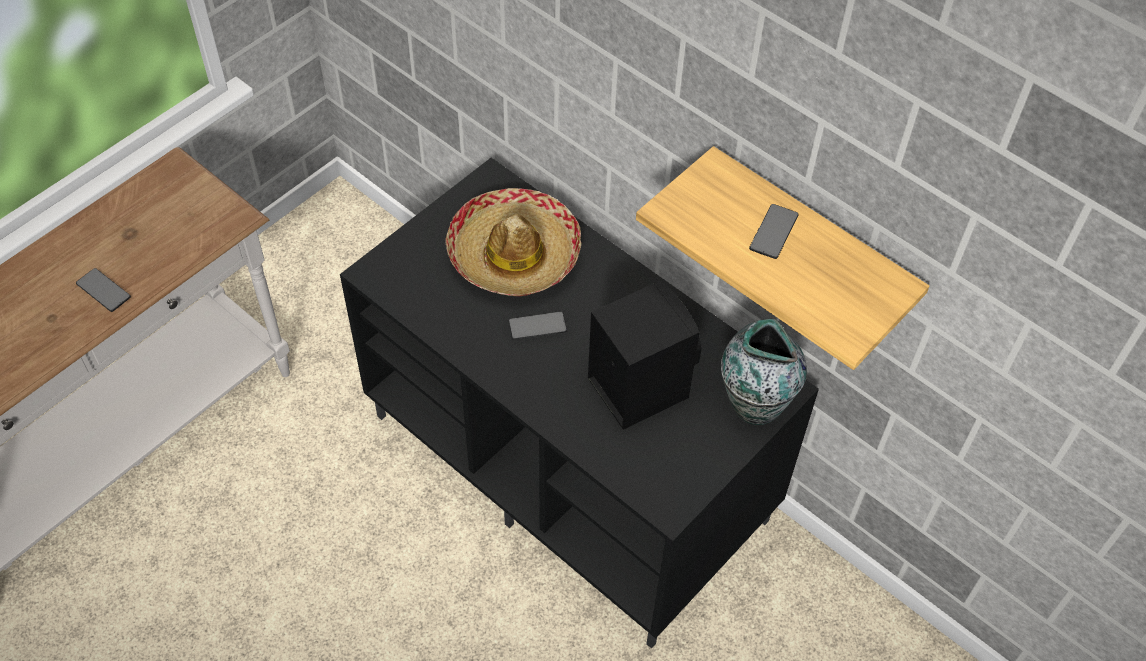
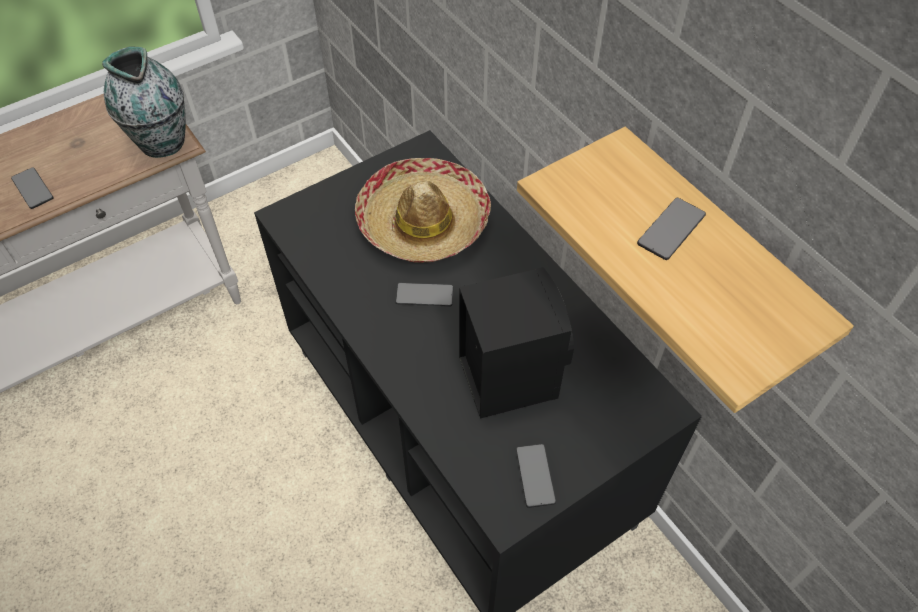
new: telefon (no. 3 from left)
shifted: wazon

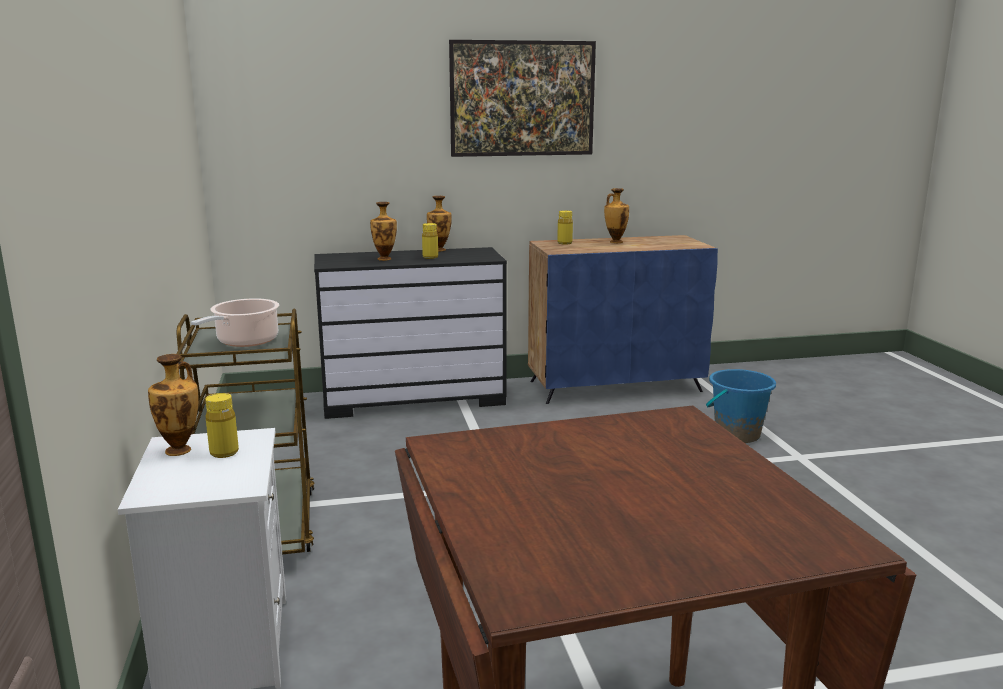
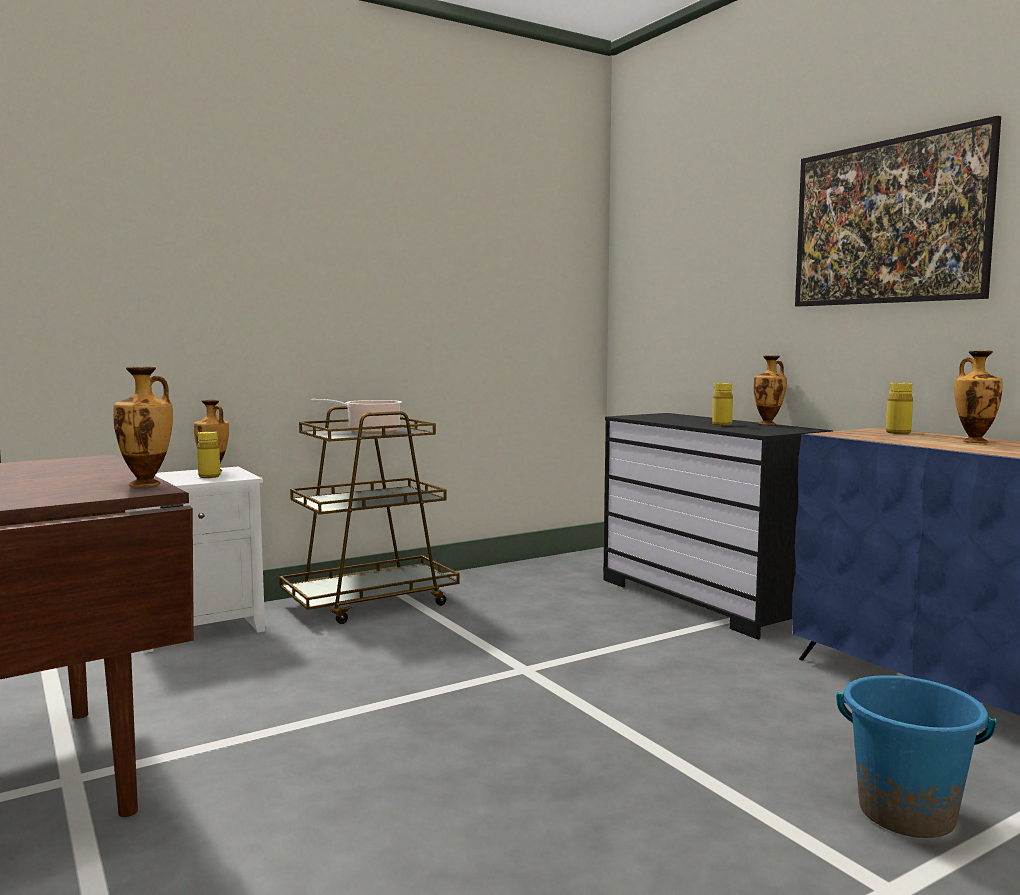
shifted: wazon (no. 2 from left in the first image) to wazon (no. 1 from left)

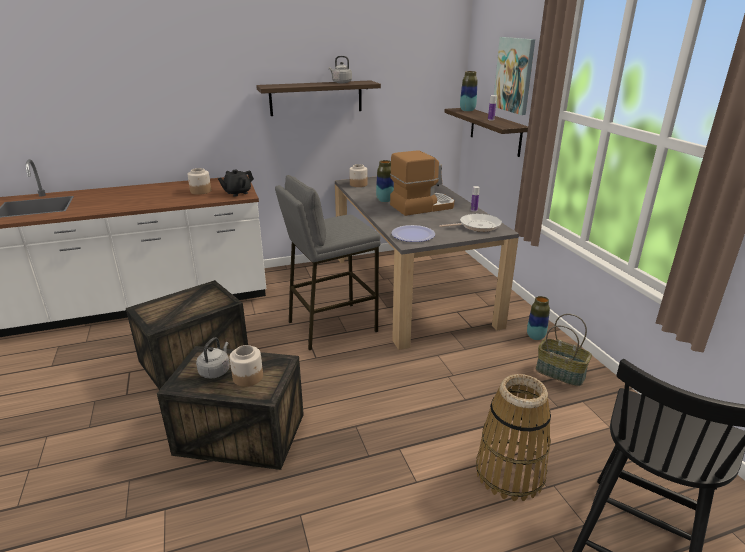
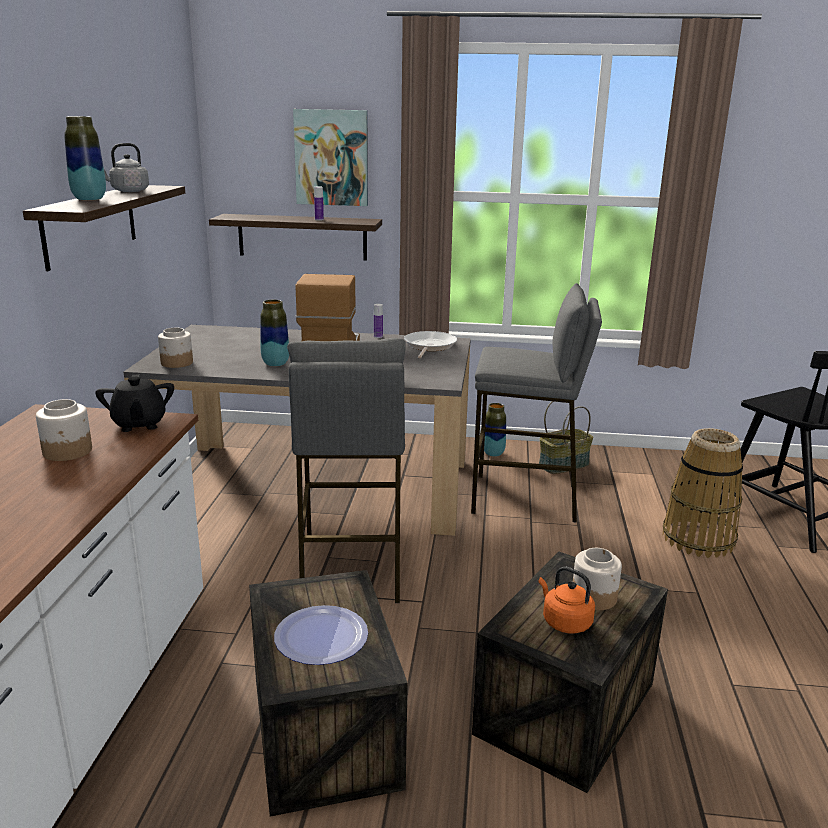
new: stołek (szary) (no. 2 from left)
shifted: talerz; wazon (no. 2 from left in the first image) to wazon (no. 1 from left)
repainted: czajnik (szary) (no. 1 from left) to czajnik (pomarańczowy)

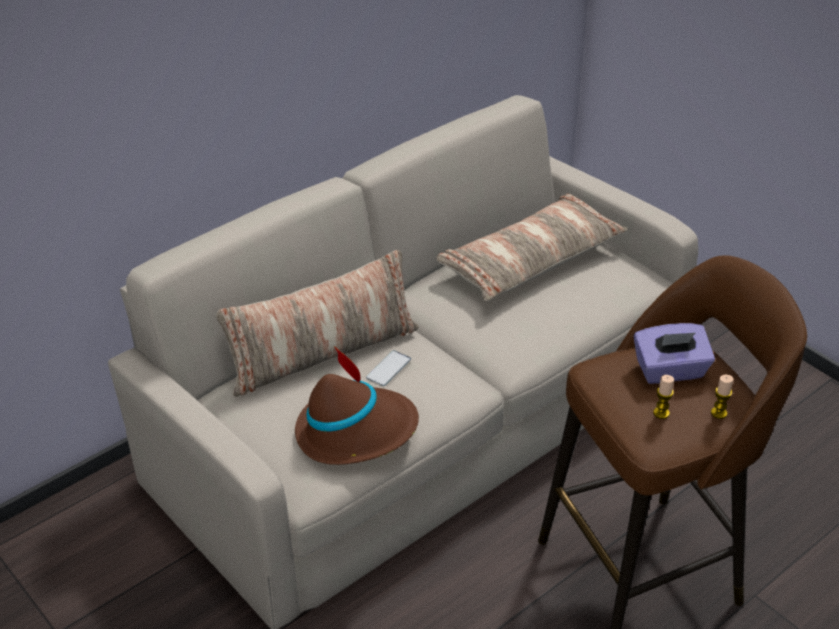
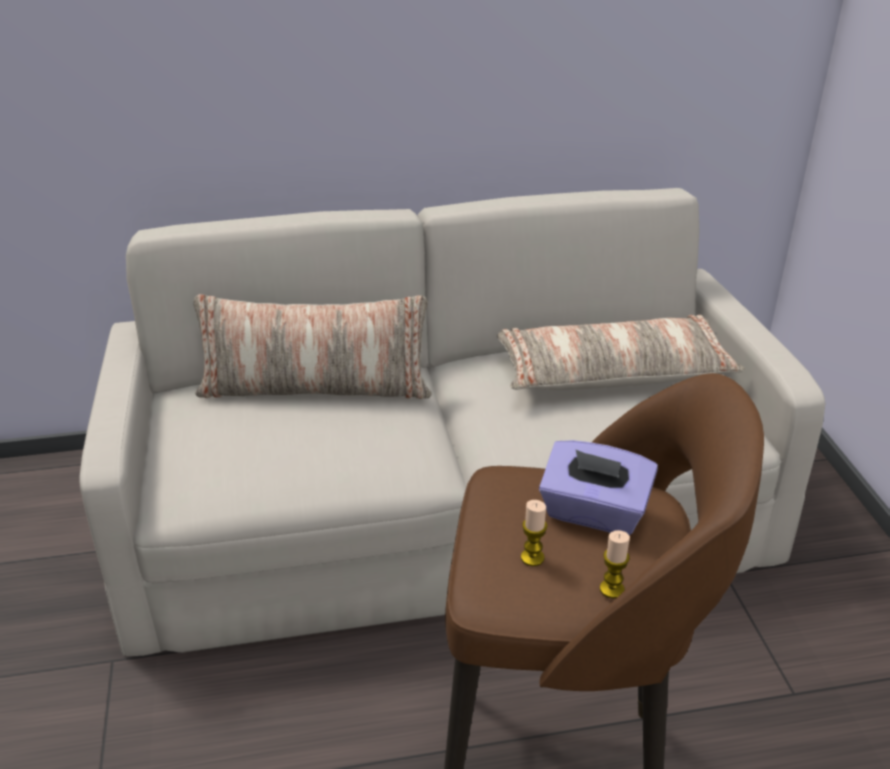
gone: kapelusz (brązowy); telefon

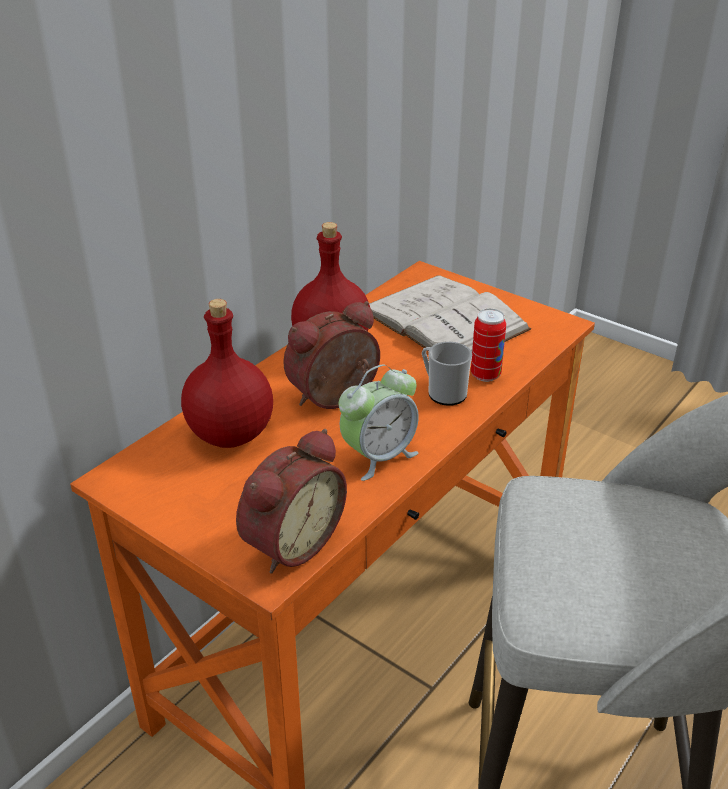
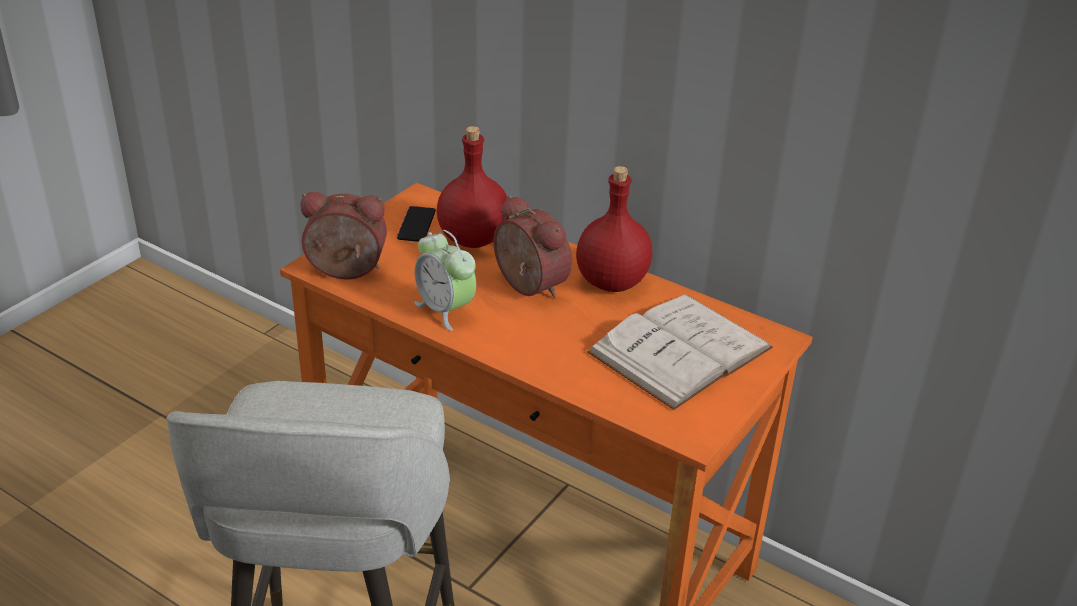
gone: kubek; puszka
new: telefon
rotated: budzik (no. 1 from left) 150 degrees clockwise

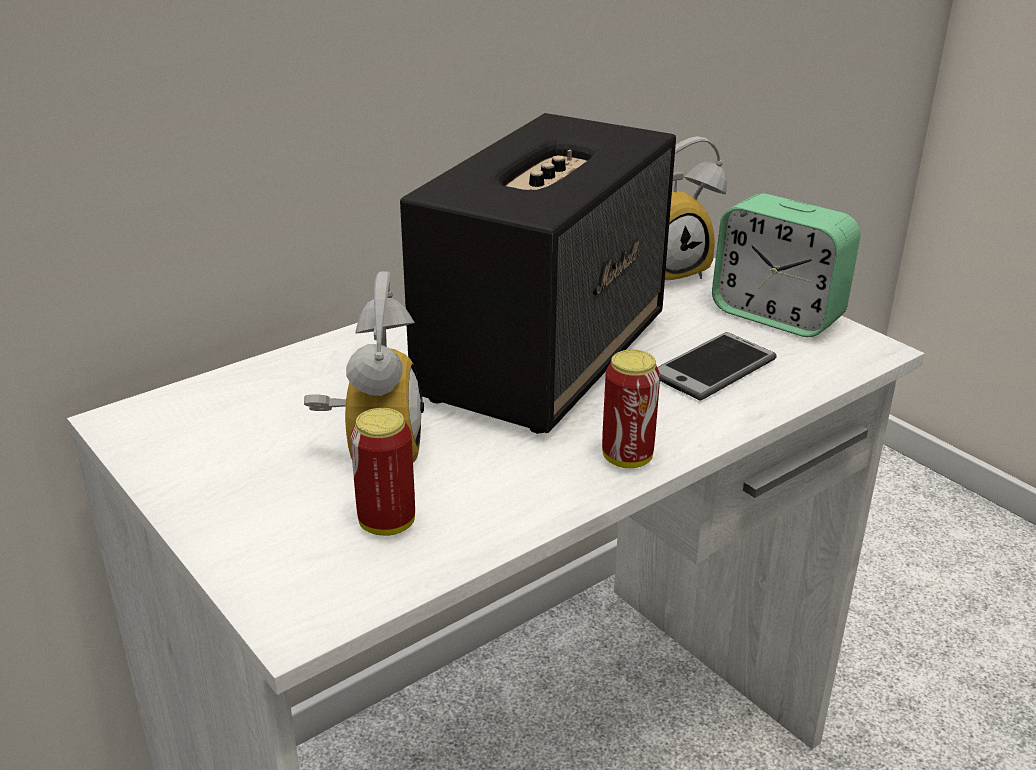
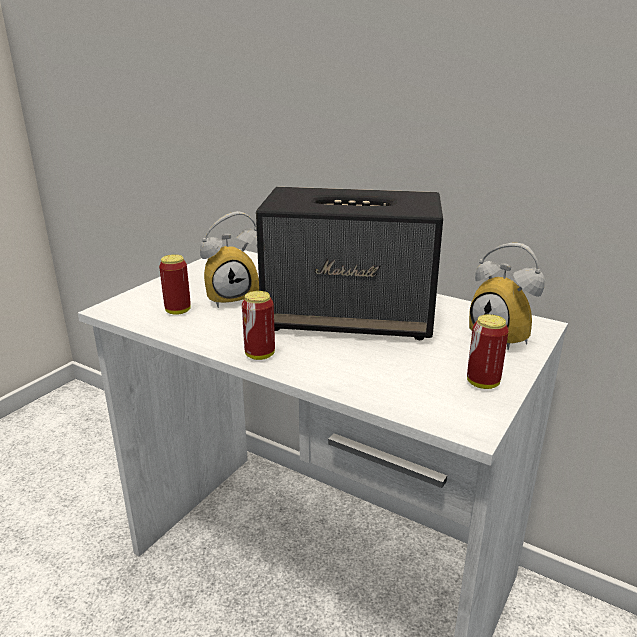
gone: telefon
swapped: budzik (no. 3 from left) to puszka (no. 3 from left)

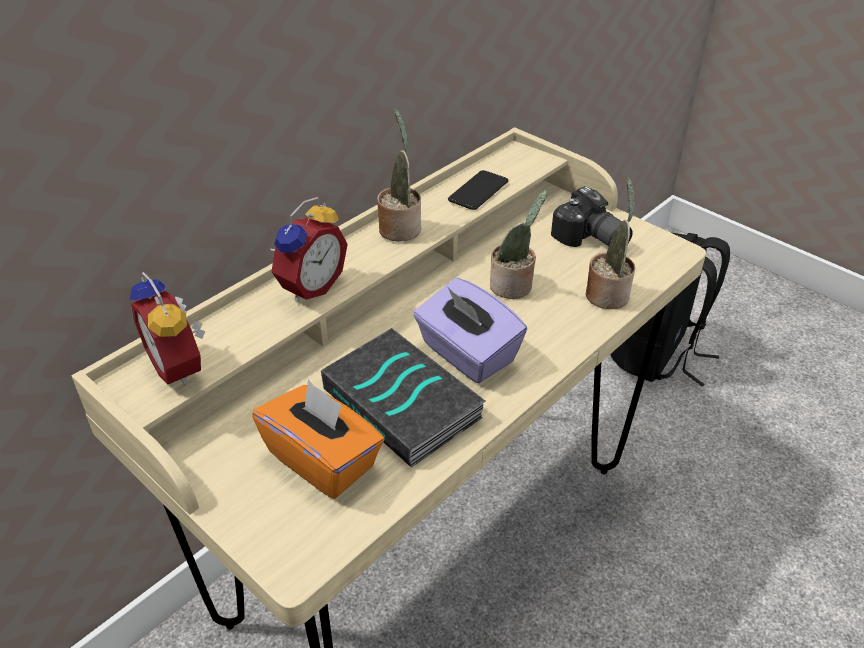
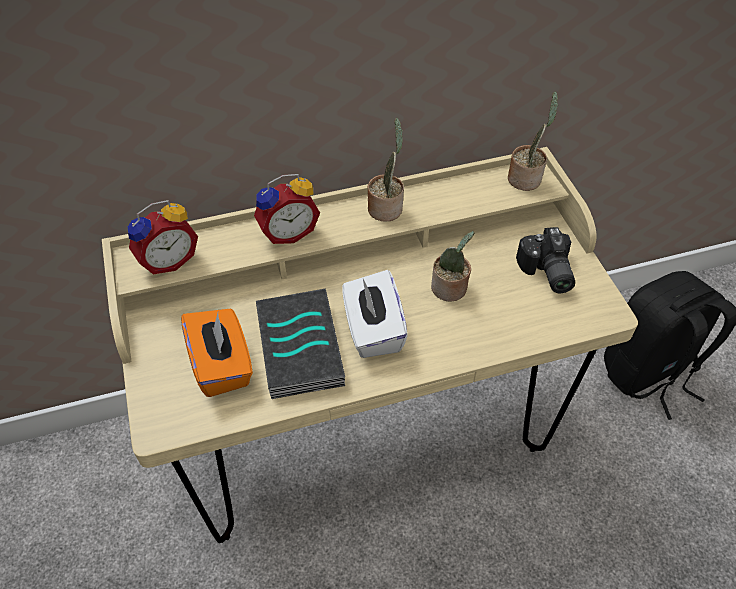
gone: telefon
shifted: roślina doniczkowa (no. 3 from left)
repainted: pudełko chusteczek (fioletowy) to pudełko chusteczek (biały)
rotated: budzik (no. 1 from left) 120 degrees counterclockwise

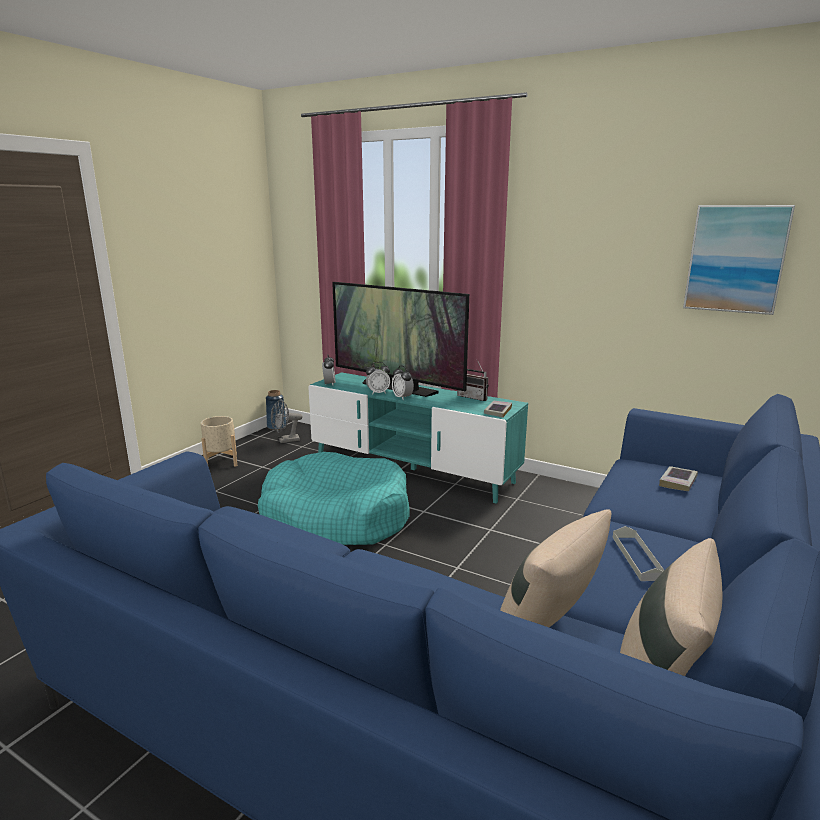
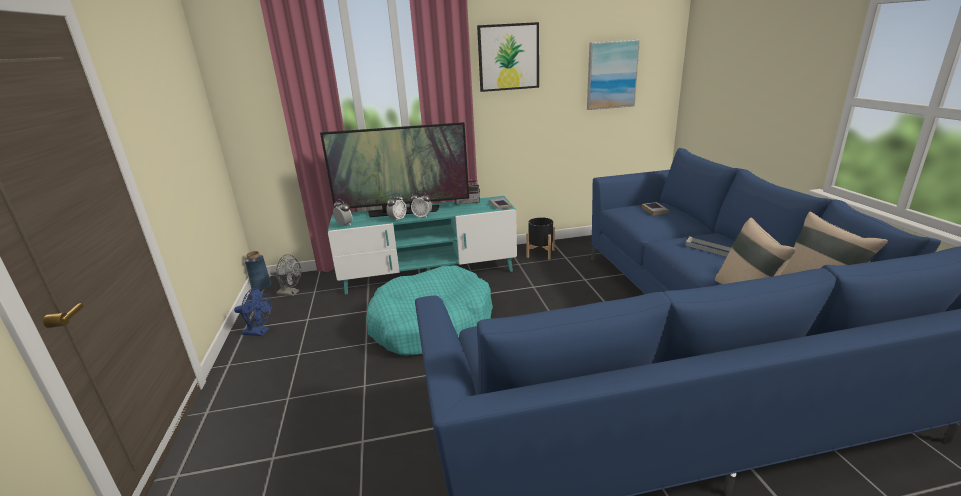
new: obraz (no. 1 from left); donica (czarny)
swapped: donica (beżowy) to wentylator (niebieski)
rotated: wentylator (szary) 105 degrees counterclockwise

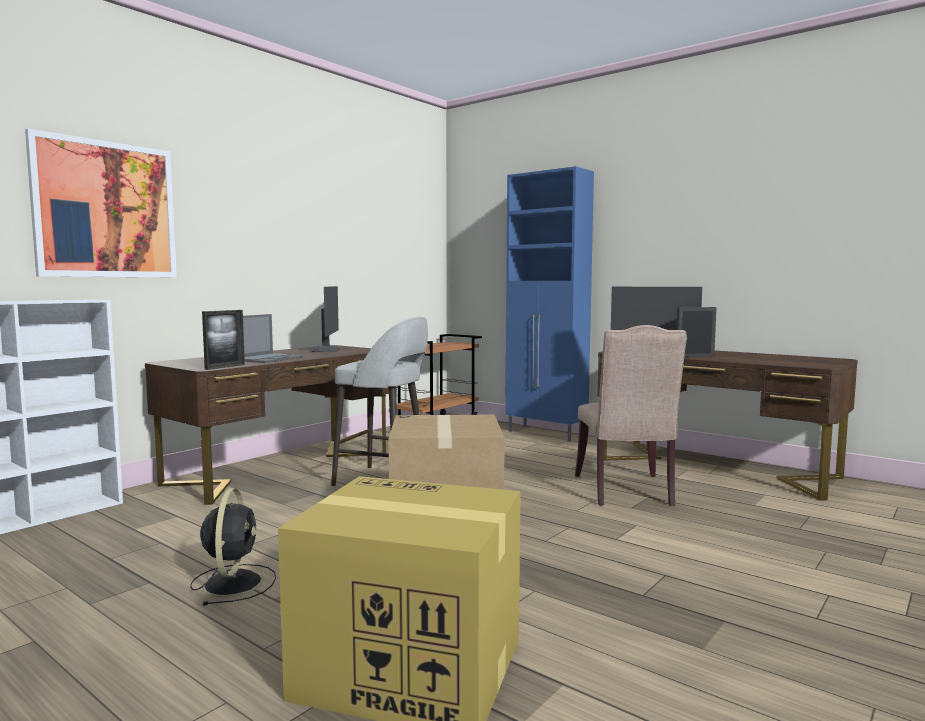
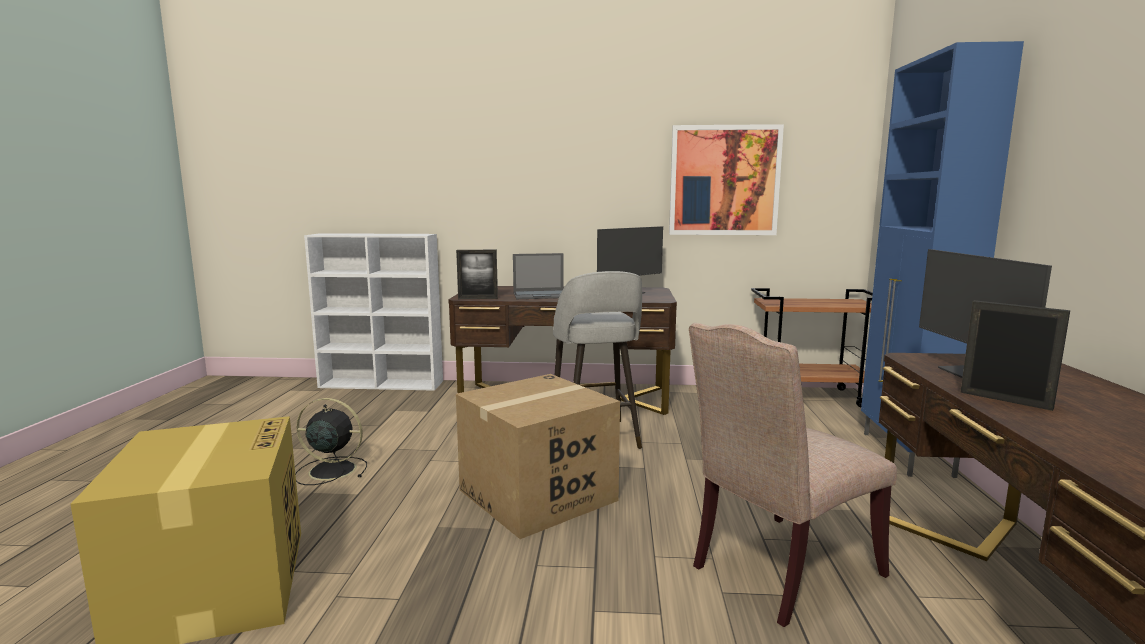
shifted: obraz
rotated: wentylator (czarny) 135 degrees counterclockwise

